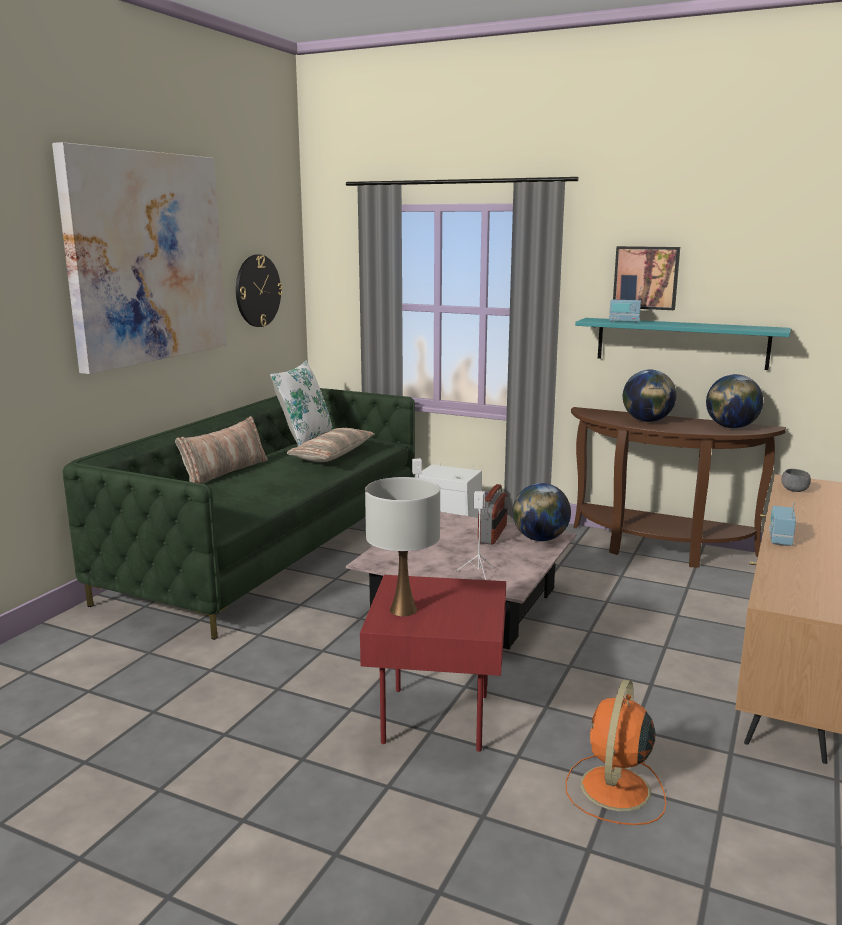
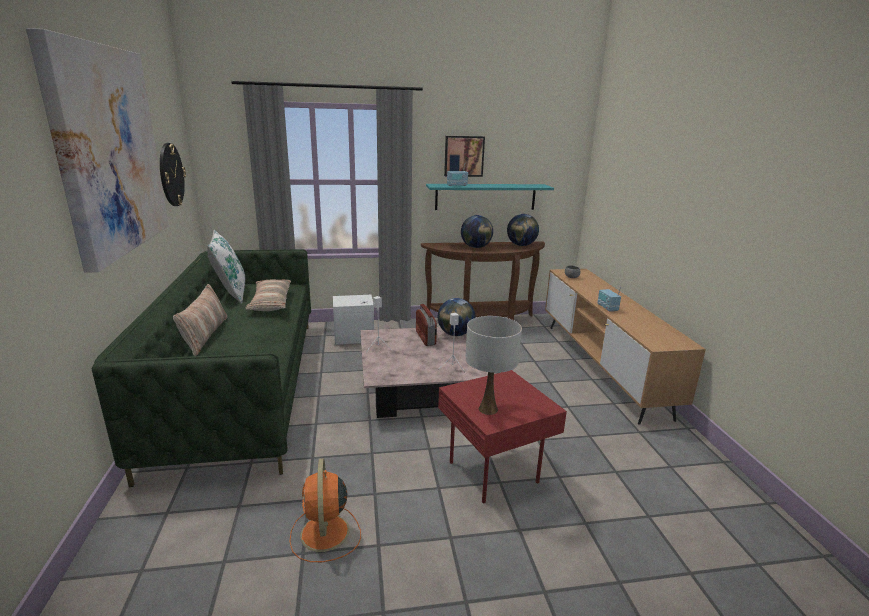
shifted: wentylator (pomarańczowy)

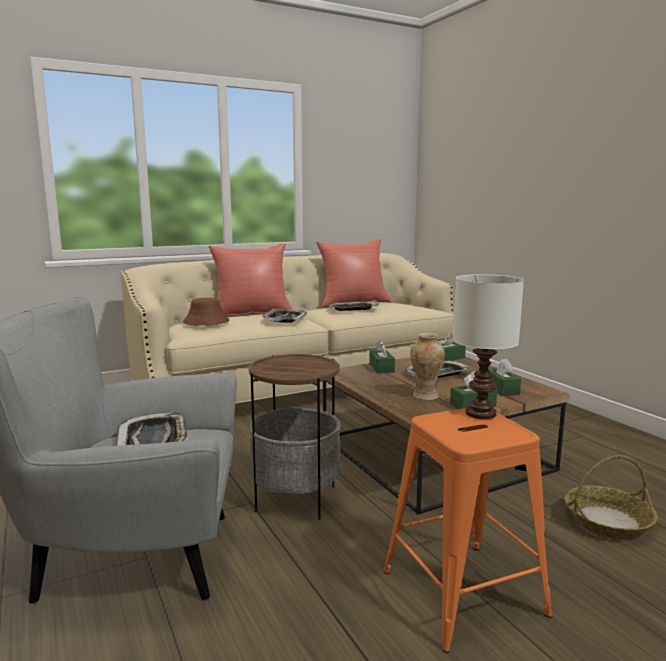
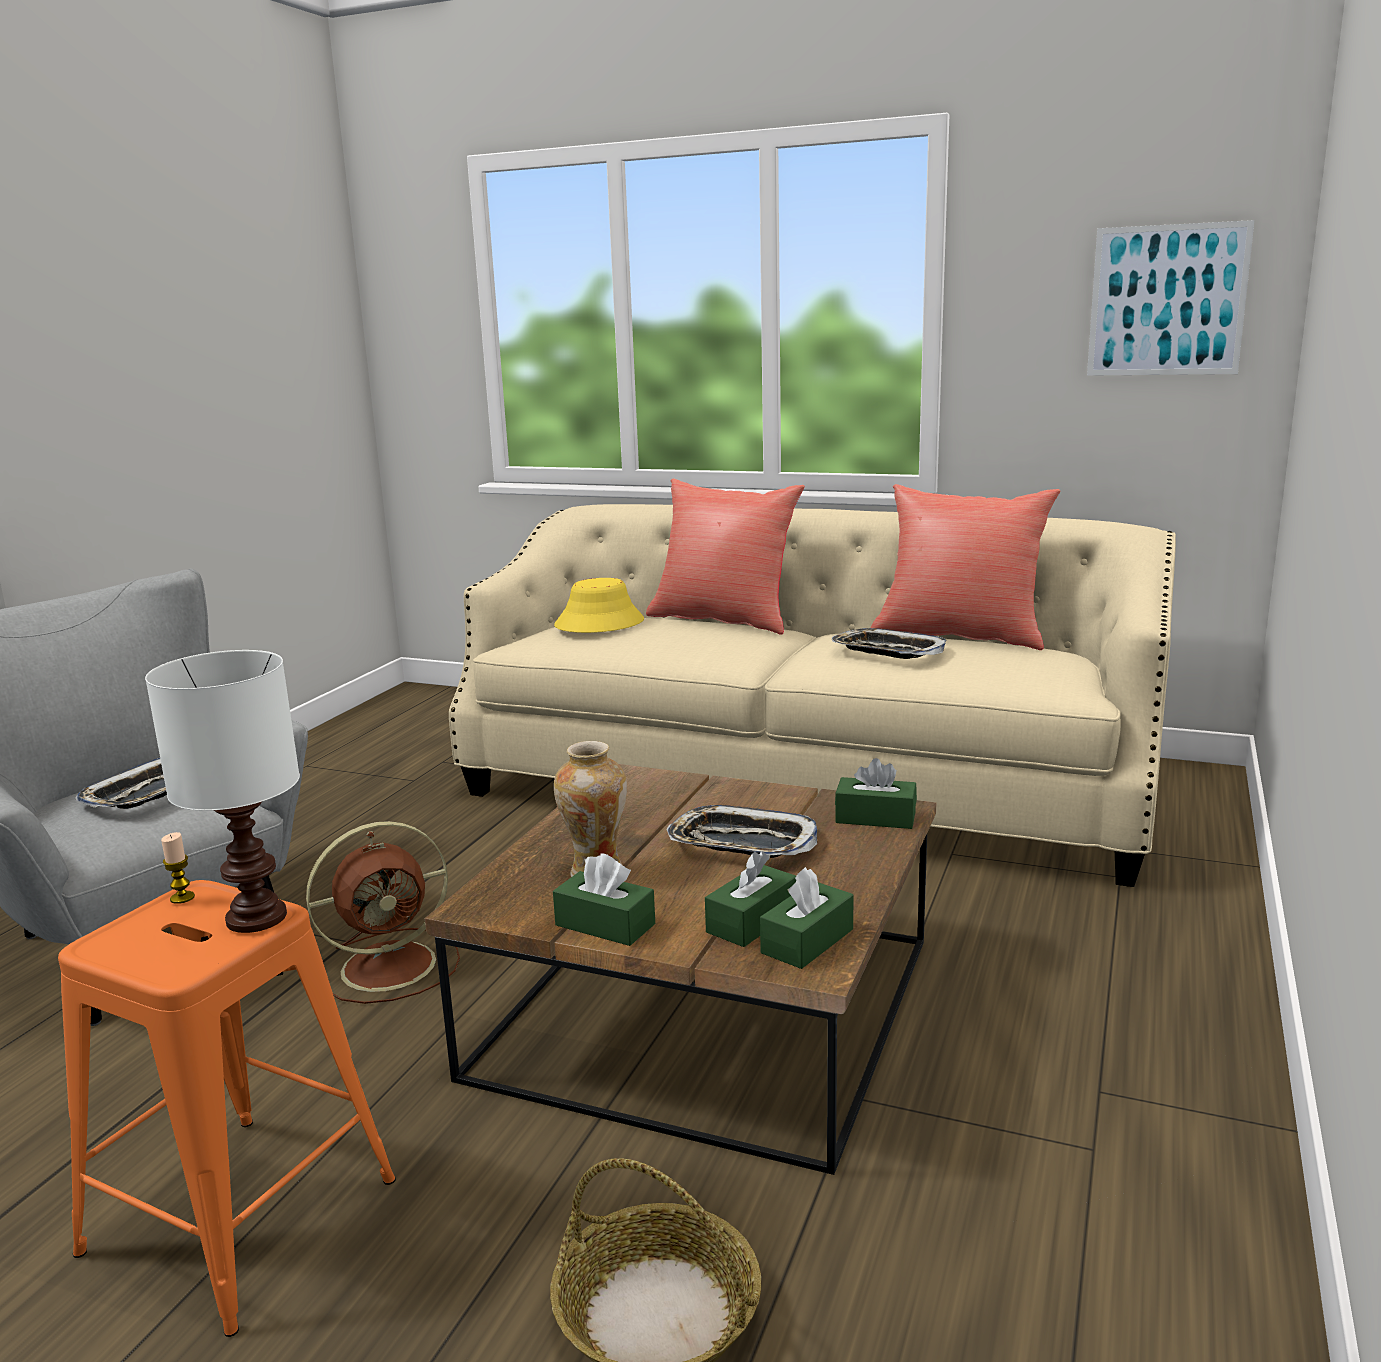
gone: taca (no. 2 from left)
new: świeca; obraz
shifted: pudełko chusteczek (zielony) (no. 1 from left in the first image) to pudełko chusteczek (zielony) (no. 3 from left)
swapped: stolik to wentylator (brązowy)
repainted: kapelusz (brązowy) to kapelusz (żółty)

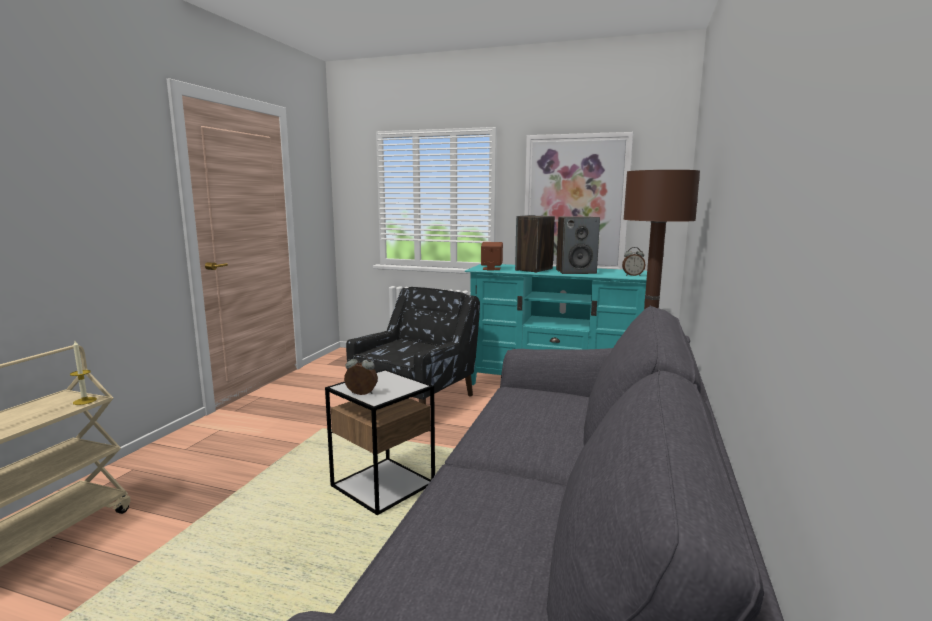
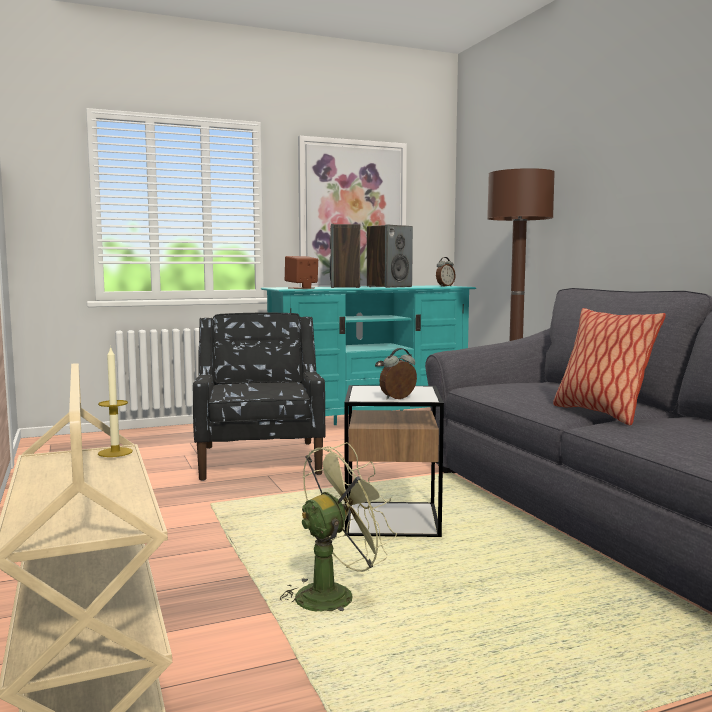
new: wentylator (zielony); poduszka

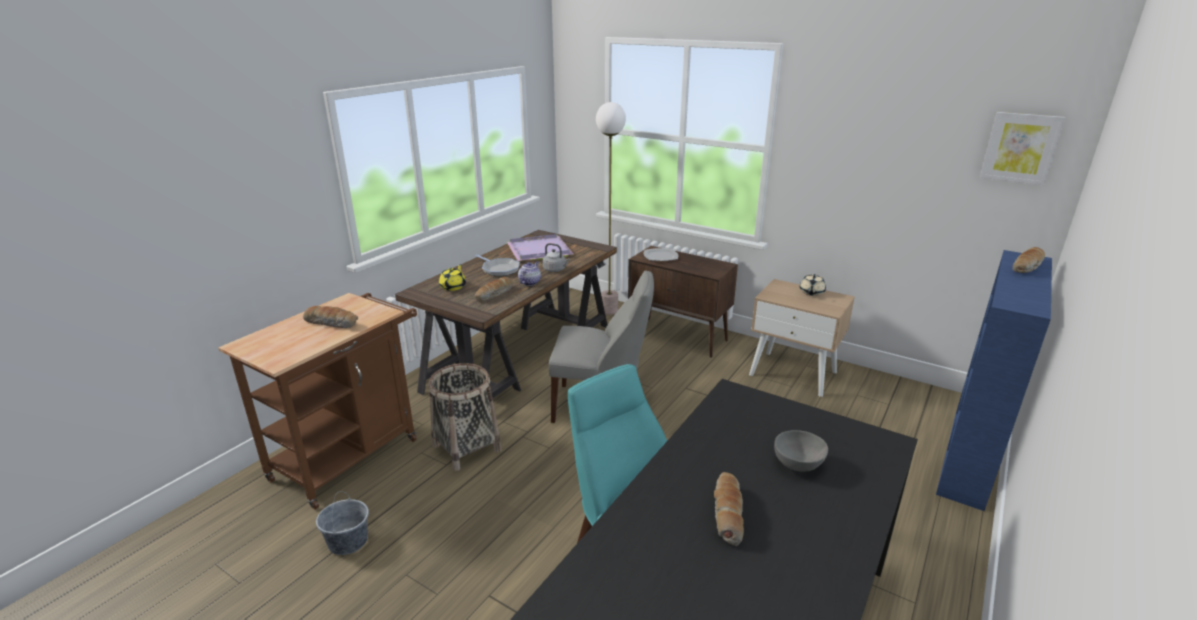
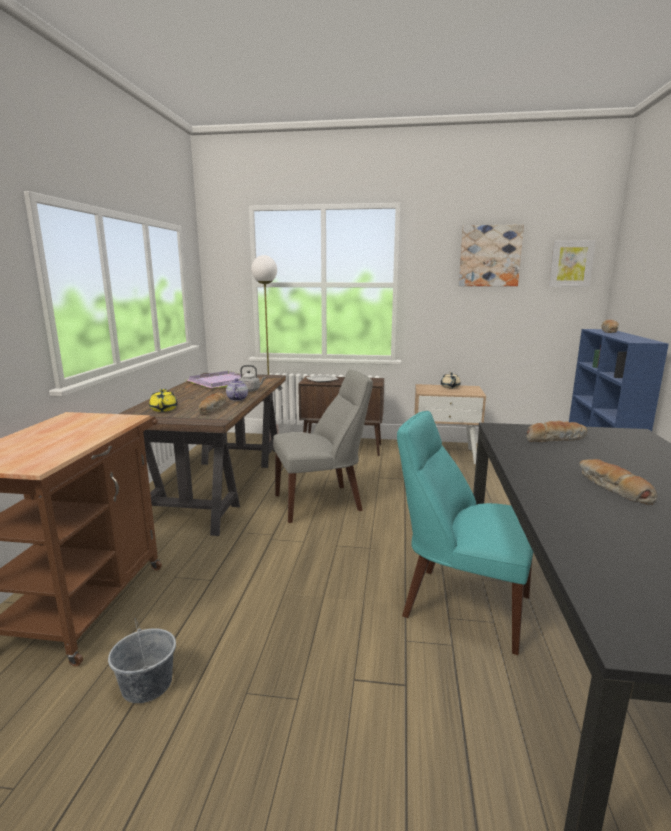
gone: koszyk; patelnia; miska (szary)
new: obraz (no. 1 from left)
shifted: chleb (no. 1 from left in the first image) to chleb (no. 2 from left)

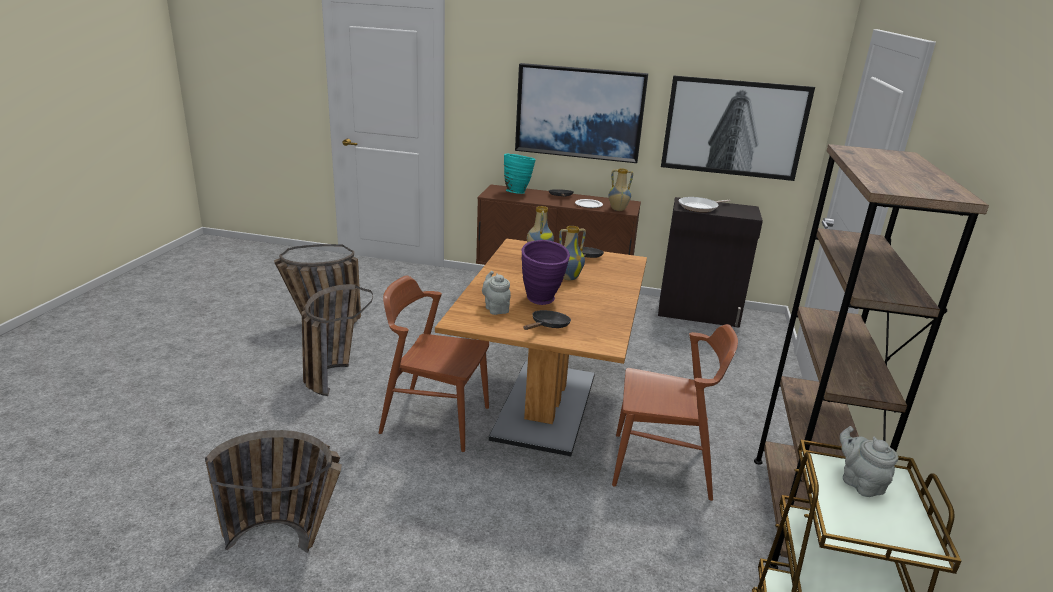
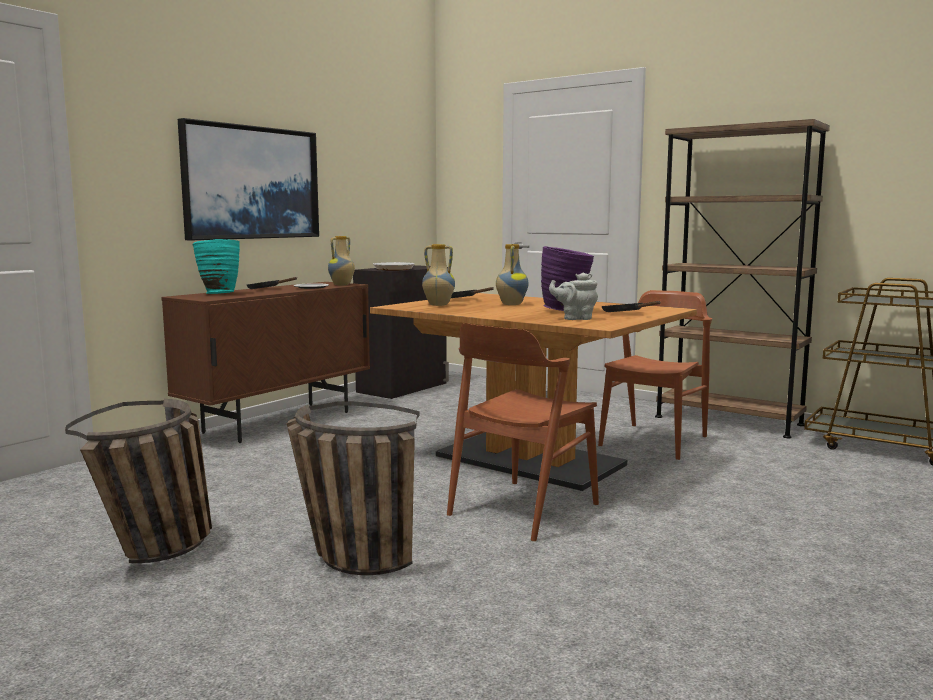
gone: koszyk (no. 1 from left); obraz (no. 2 from left); imbryk (szary) (no. 2 from left)

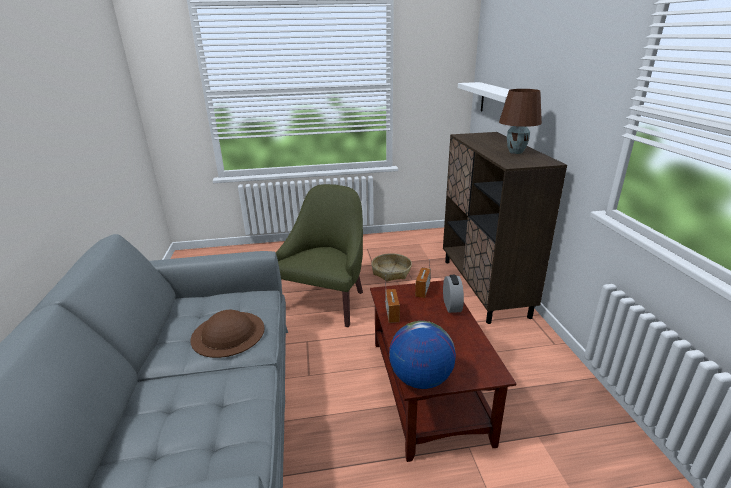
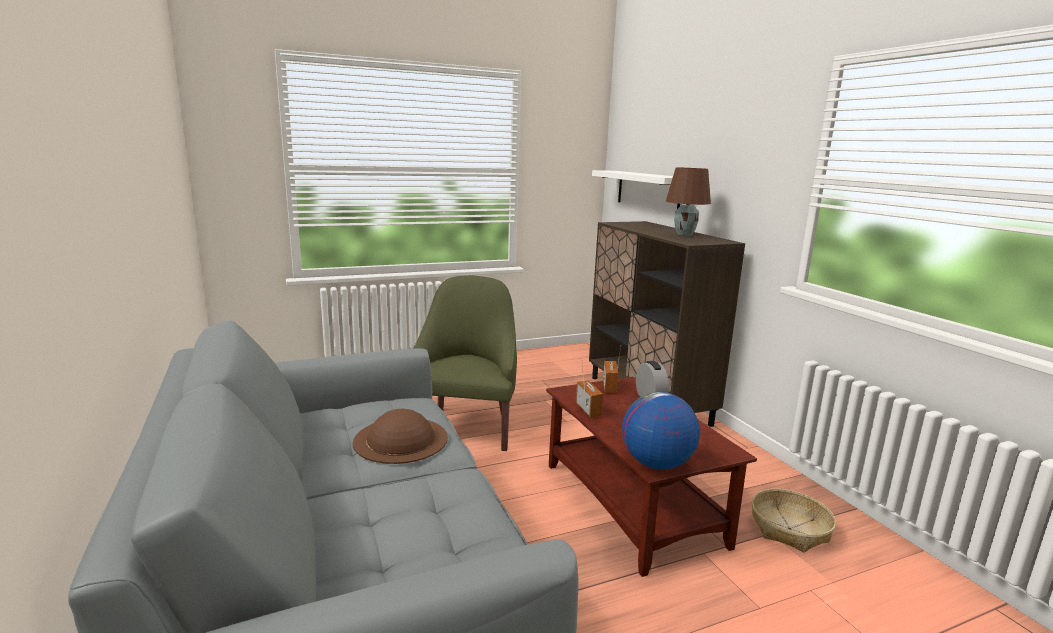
shifted: koszyk

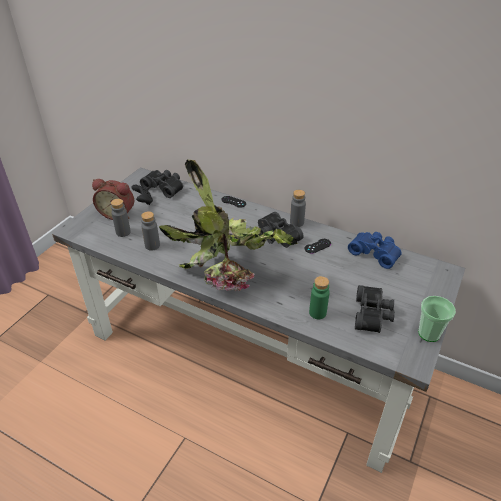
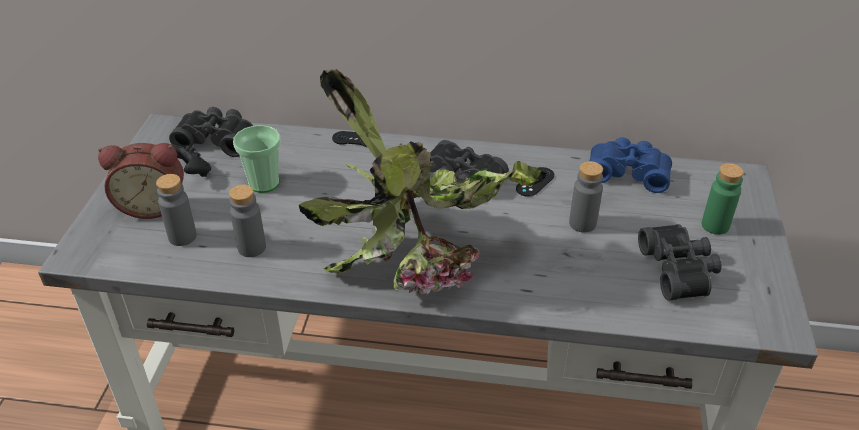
shifted: butelka (szary) (no. 3 from left); butelka (zielony); filiżanka

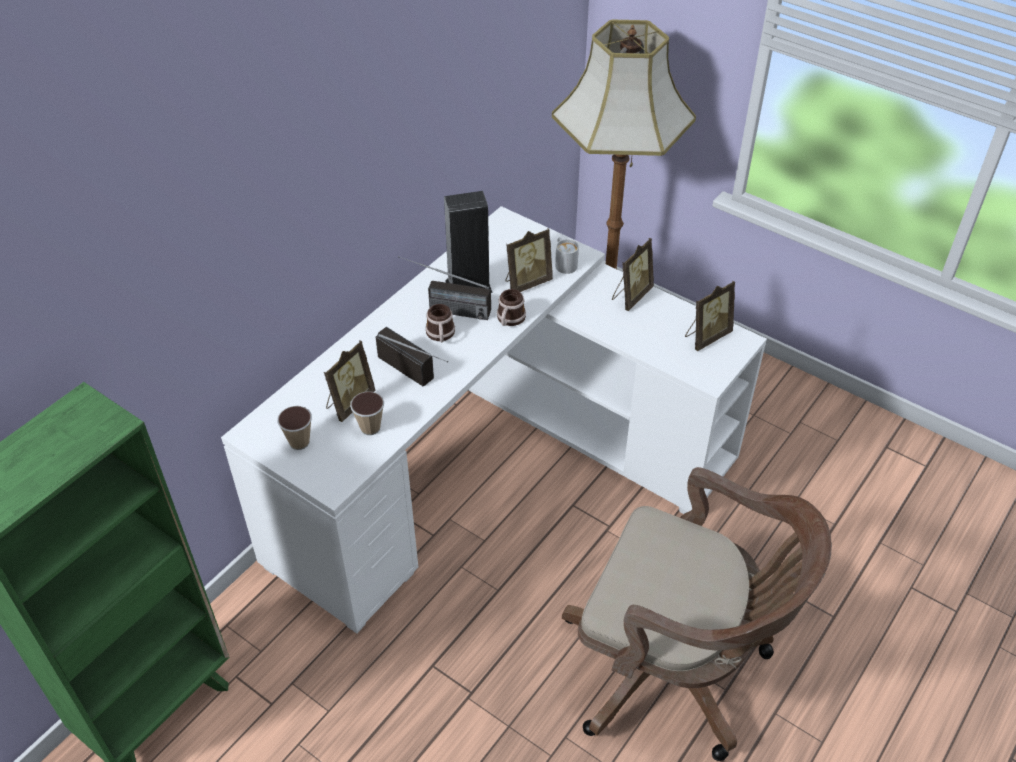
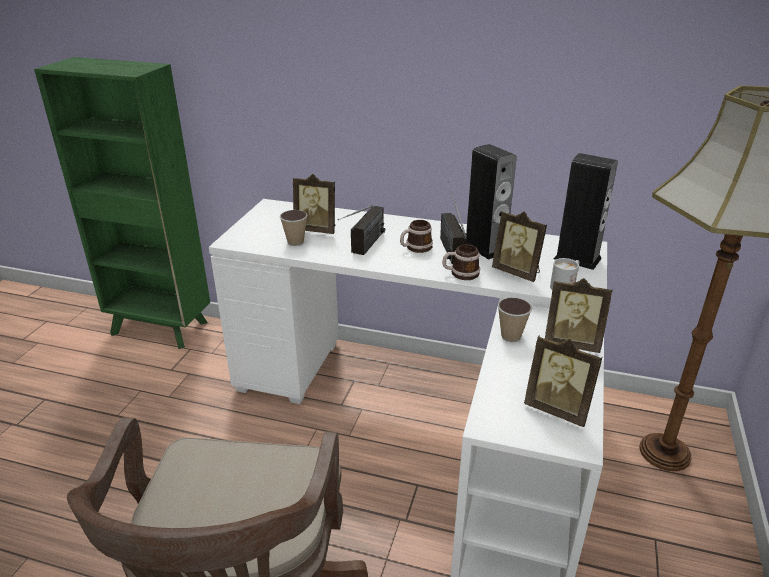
new: głośnik (no. 2 from left)
shifted: filiżanka (no. 1 from left in the first image) to filiżanka (no. 2 from left)

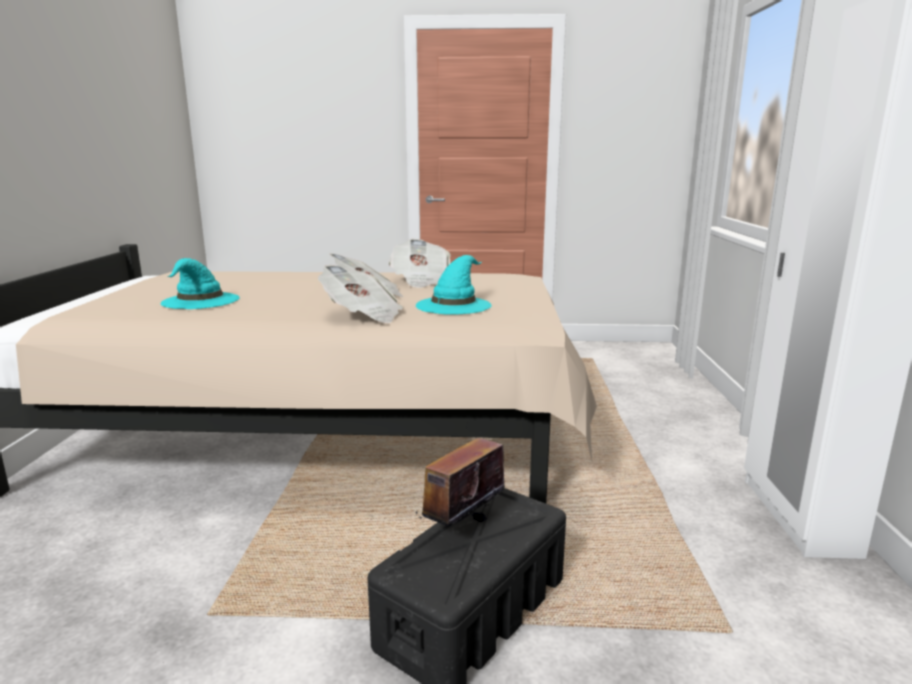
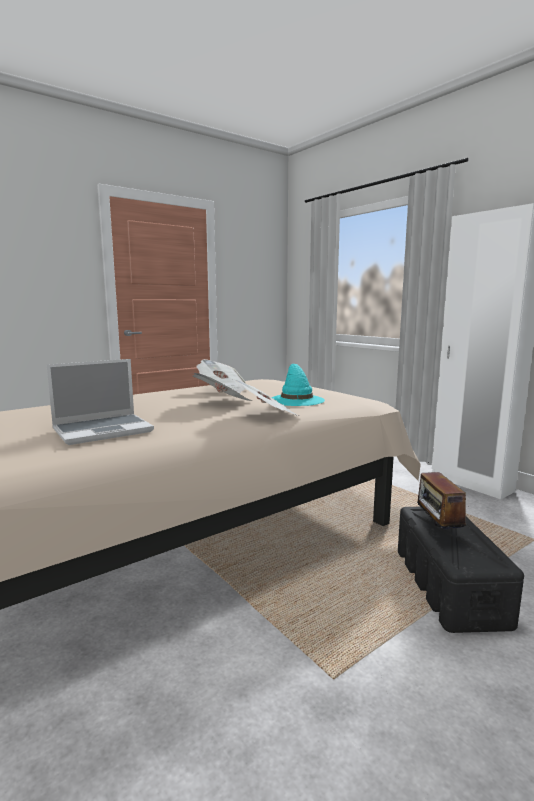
swapped: kapelusz (turkusowy) (no. 1 from left) to laptop

